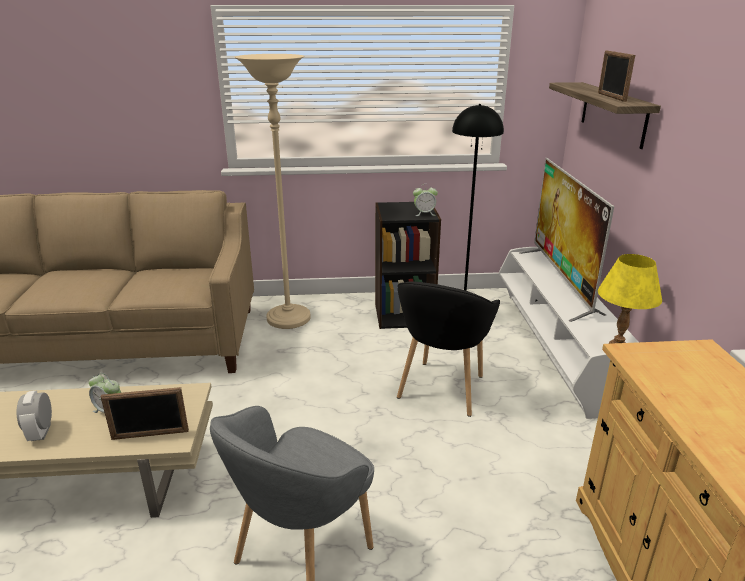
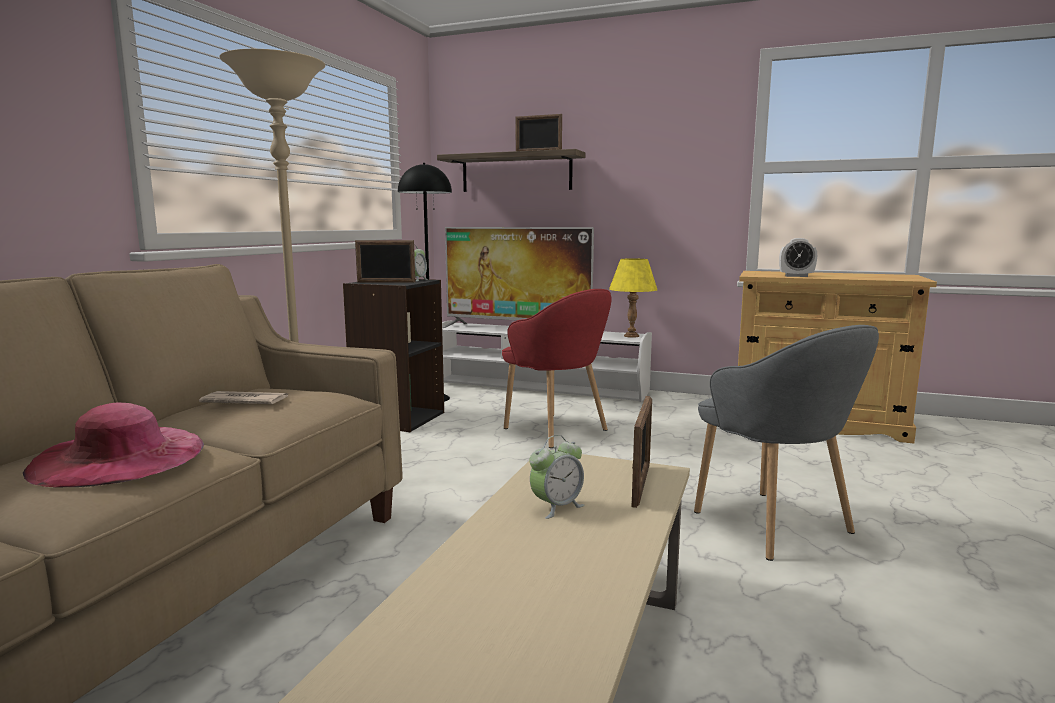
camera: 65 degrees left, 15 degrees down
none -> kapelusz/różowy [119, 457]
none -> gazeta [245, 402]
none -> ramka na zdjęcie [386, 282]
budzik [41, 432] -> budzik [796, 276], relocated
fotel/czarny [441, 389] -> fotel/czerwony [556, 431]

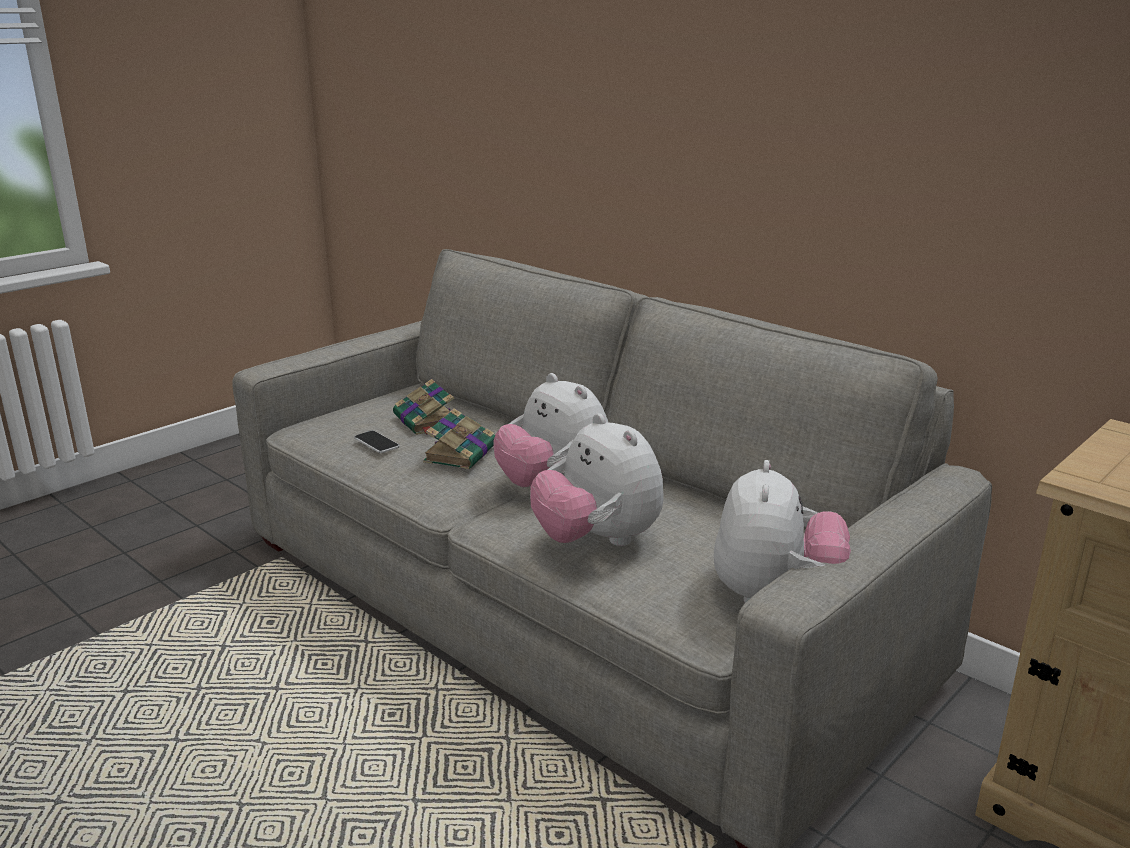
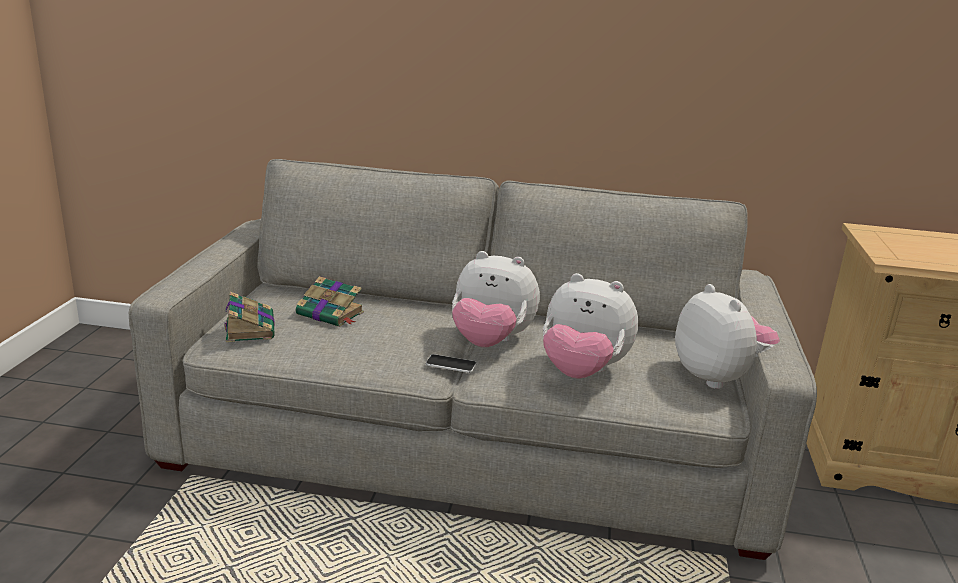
camera: 35 degrees left, 0 degrees up
telefon [376, 443] -> telefon [451, 365], relocated
książka [461, 453] -> książka [250, 328], relocated

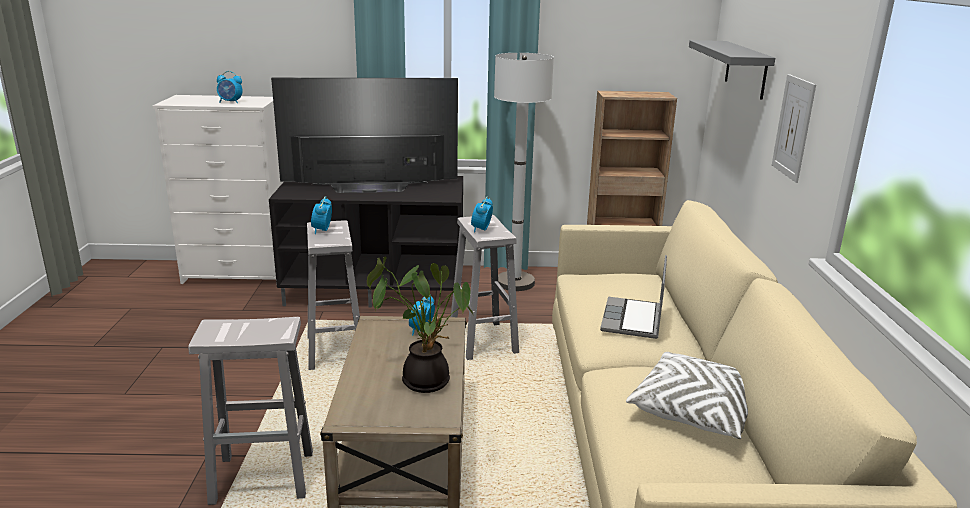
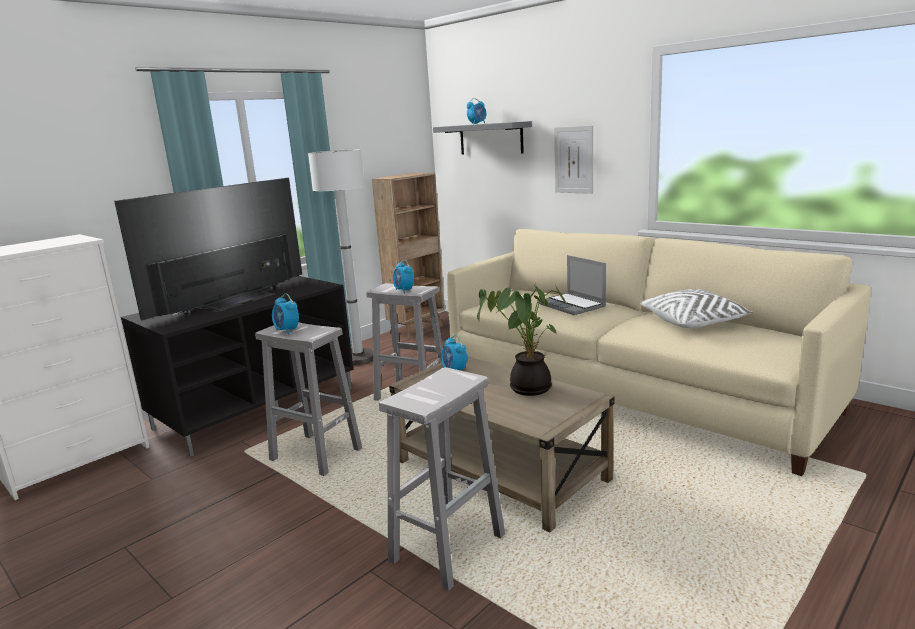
camera: 45 degrees left, 5 degrees down
budzik [230, 102] -> budzik [477, 124], relocated

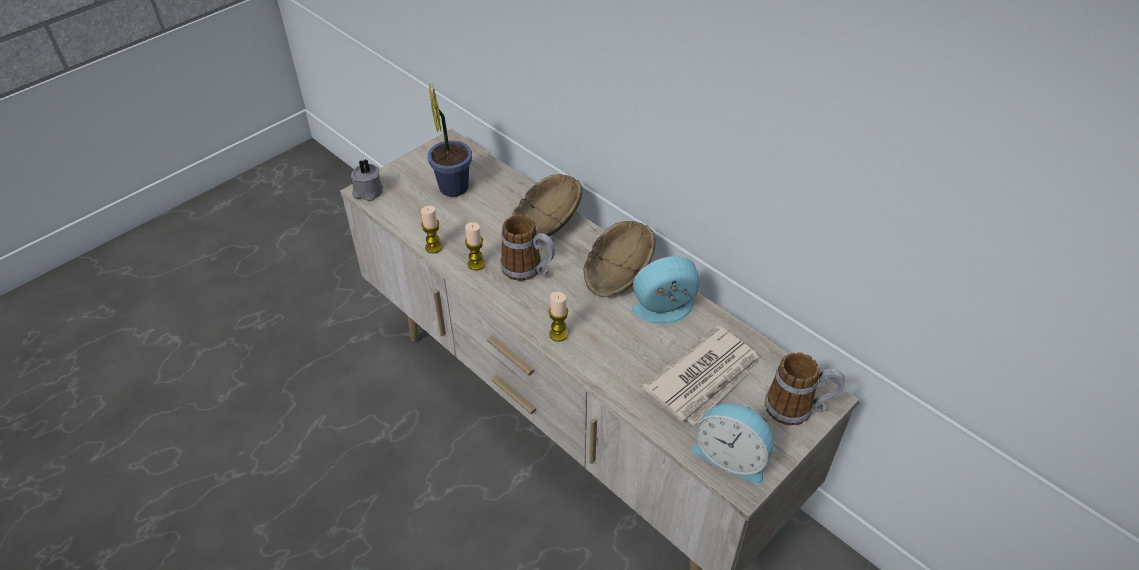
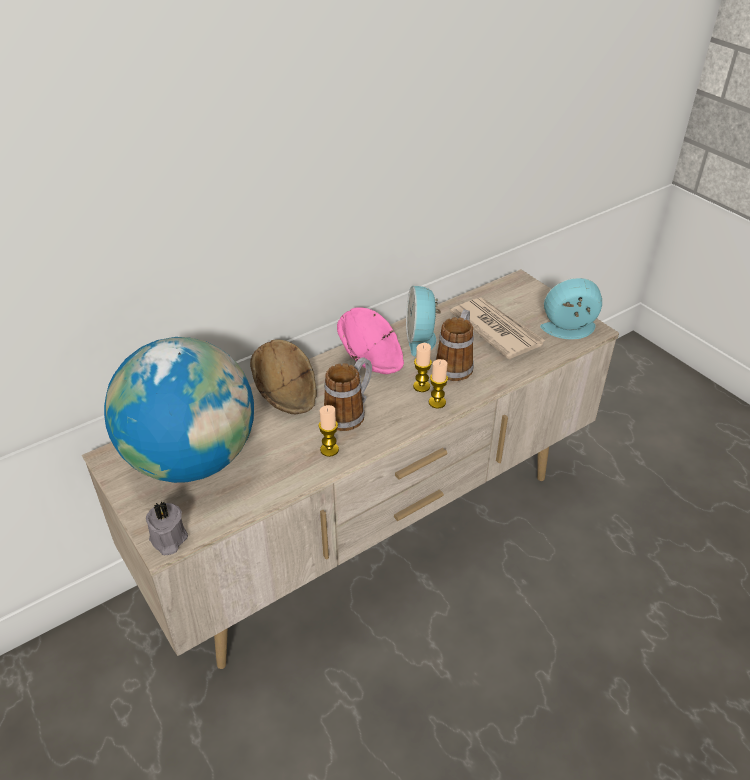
camera: 80 degrees left, 5 degrees down
świeca [433, 247] -> świeca [421, 386], relocated
kubek [798, 409] -> kubek [456, 364], relocated
roślina doniczkowa [453, 185] -> globus [192, 459]
miska/brązowy [615, 275] -> miska/różowy [371, 359]
budzik [731, 456] -> budzik [569, 330], 135 degrees counterclockwise

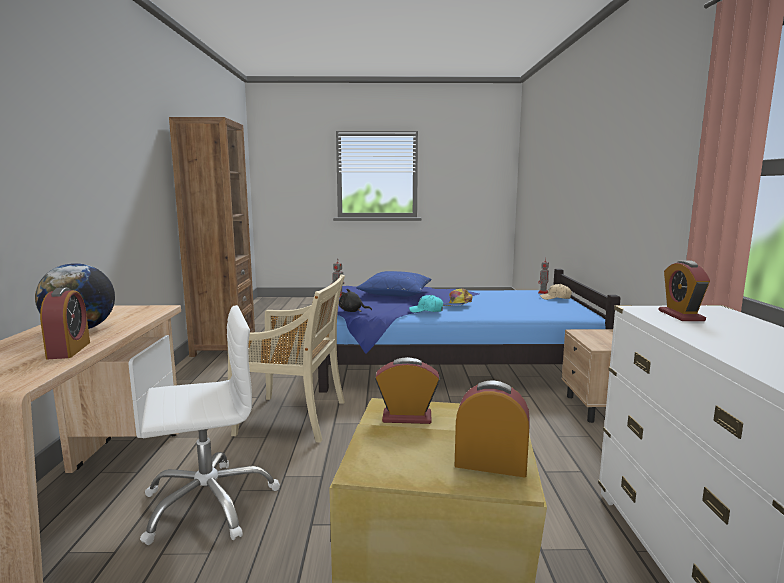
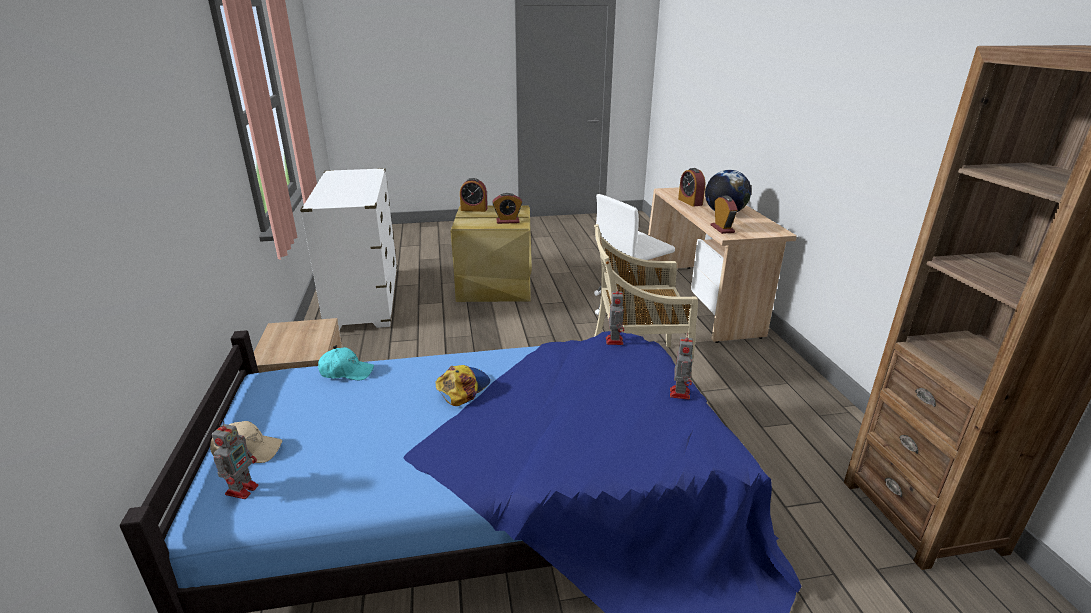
camera: 170 degrees right, 15 degrees up
poduszka/niebieski [395, 293] -> none
czapka z daszkiem/turkusowy [426, 311] -> czapka z daszkiem/turkusowy [346, 372], relocated
budzik [681, 315] -> budzik [722, 229], relocated
pluszak/czarny [352, 311] -> robot zabawkowy [614, 340]

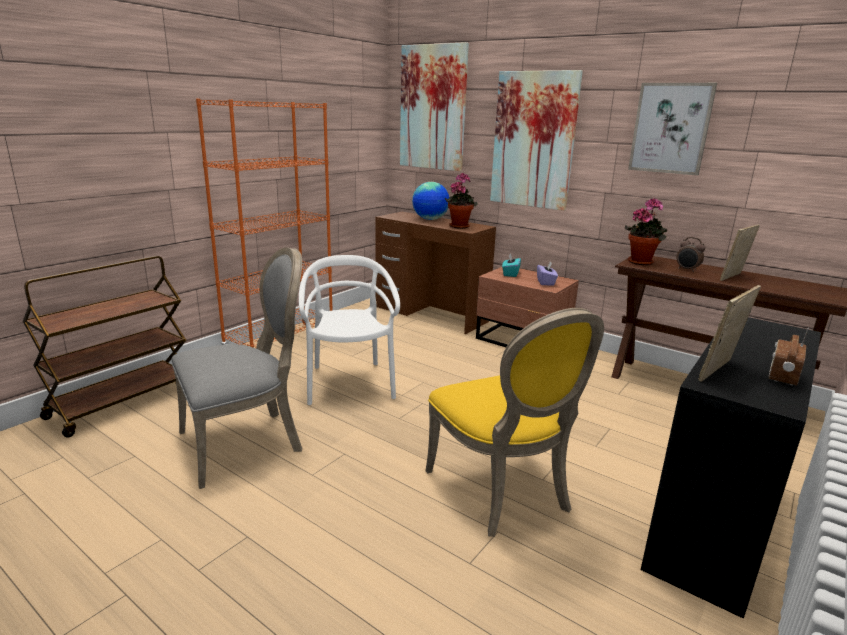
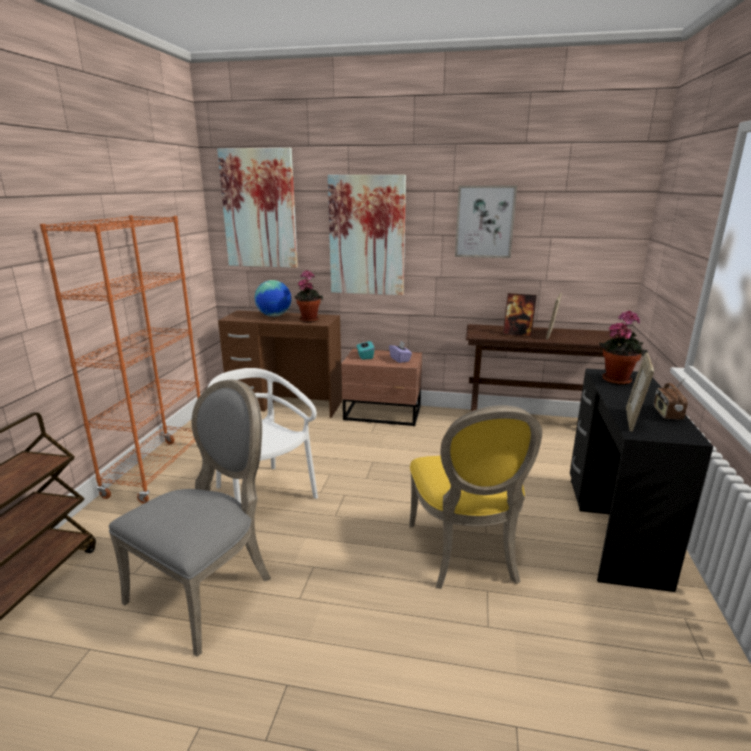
camera: 25 degrees left, 0 degrees up
roślina doniczkowa [641, 262] -> roślina doniczkowa [617, 379], relocated
budzik [687, 270] -> ramka na zdjęcie [517, 334]
krzesło/żółty [503, 491] -> krzesło/żółty [466, 554], 45 degrees clockwise

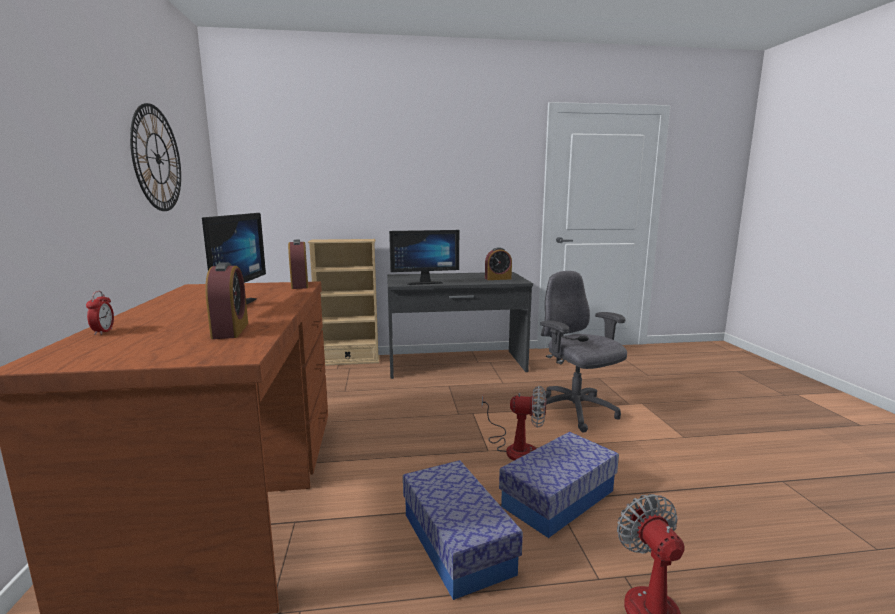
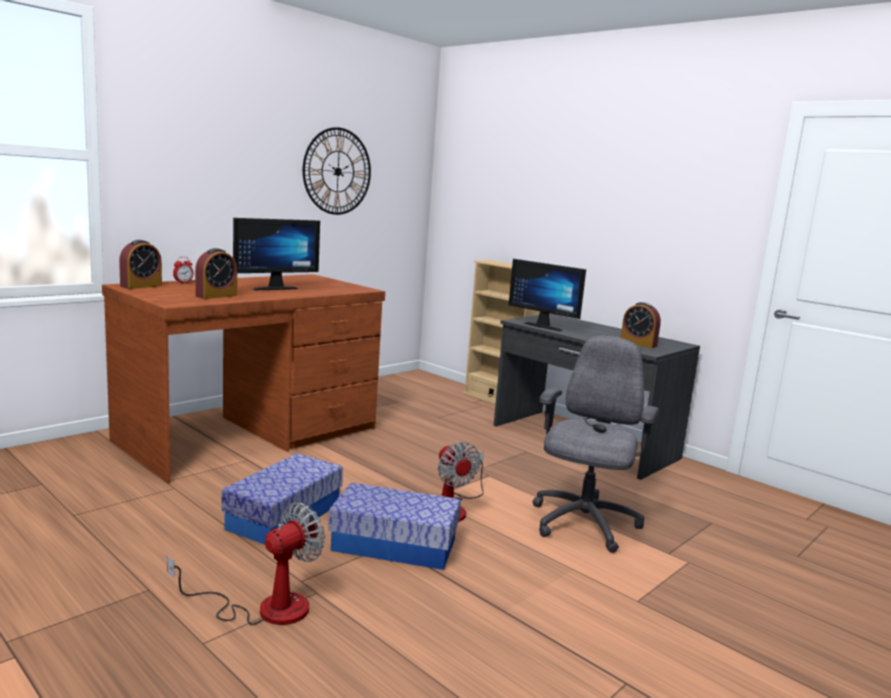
camera: 50 degrees right, 0 degrees up
budzik [299, 285] -> budzik [141, 286], relocated

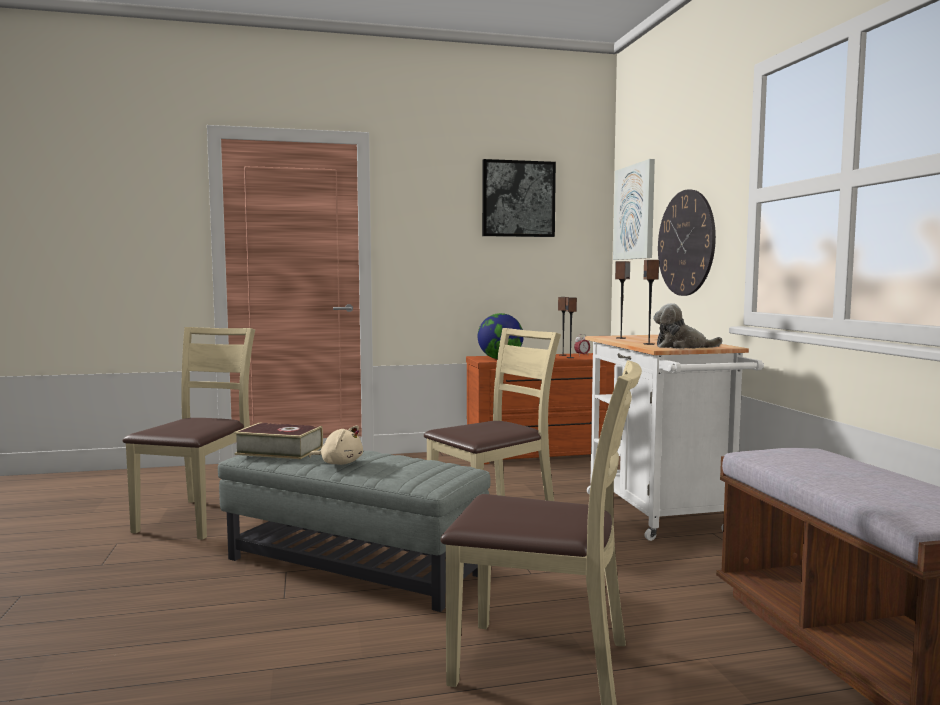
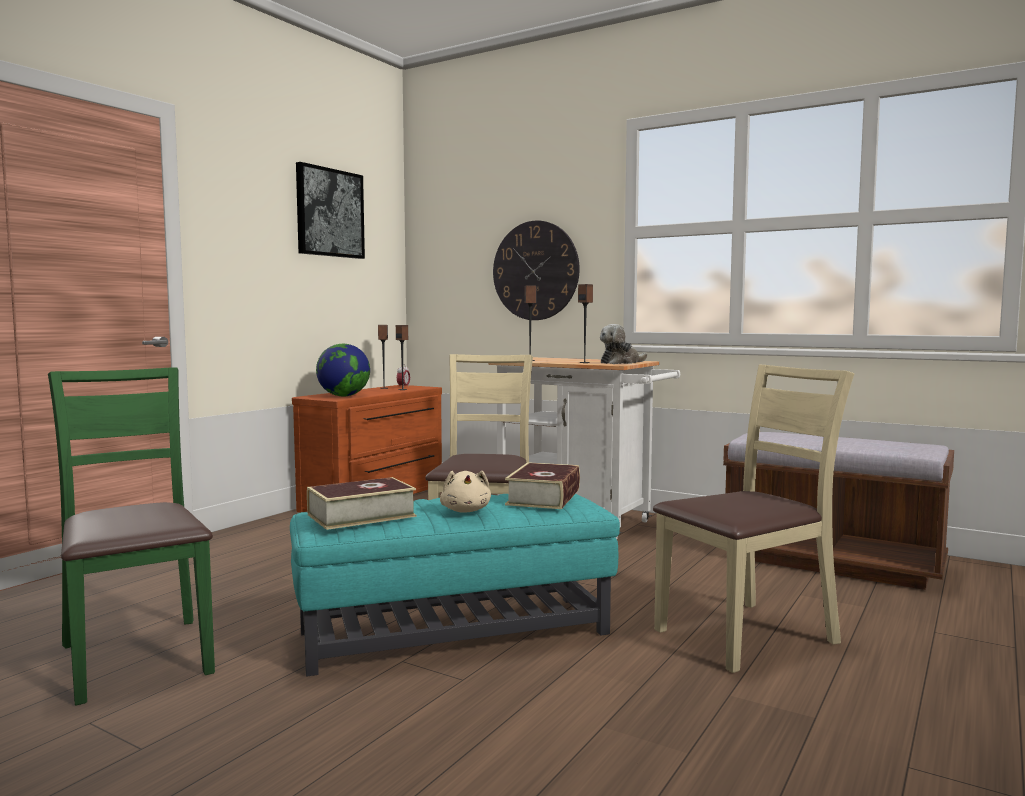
camera: 45 degrees left, 0 degrees up
obraz [635, 212] -> none
none -> książka [544, 497]
krzesło/beżowy [199, 518] -> krzesło/zielony [138, 657]
pufa/szary [353, 566] -> pufa/turkusowy [455, 633]
pluszak/beżowy [339, 463] -> pluszak/beżowy [466, 511], 105 degrees clockwise

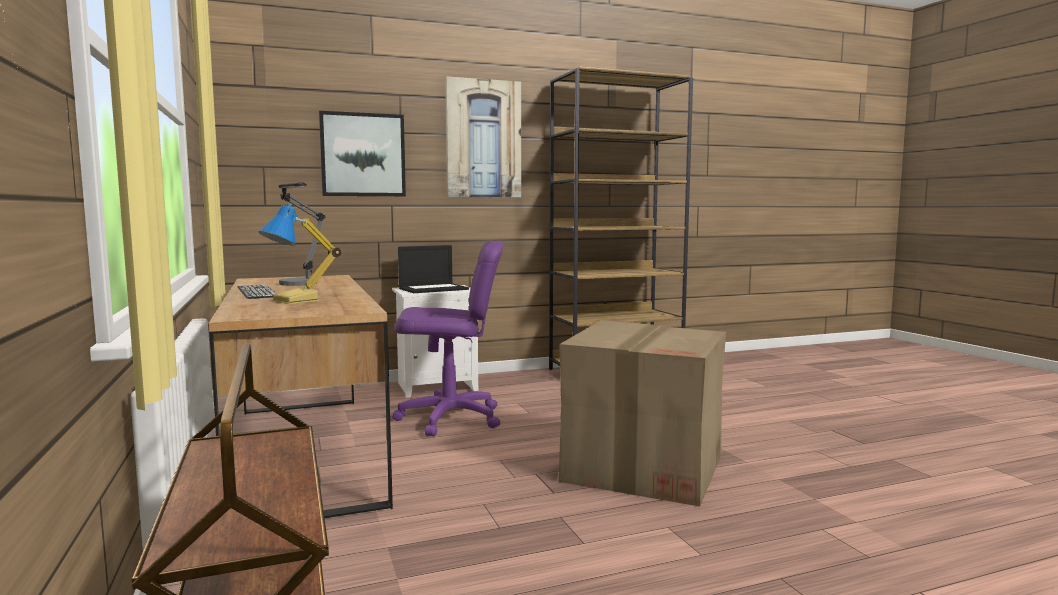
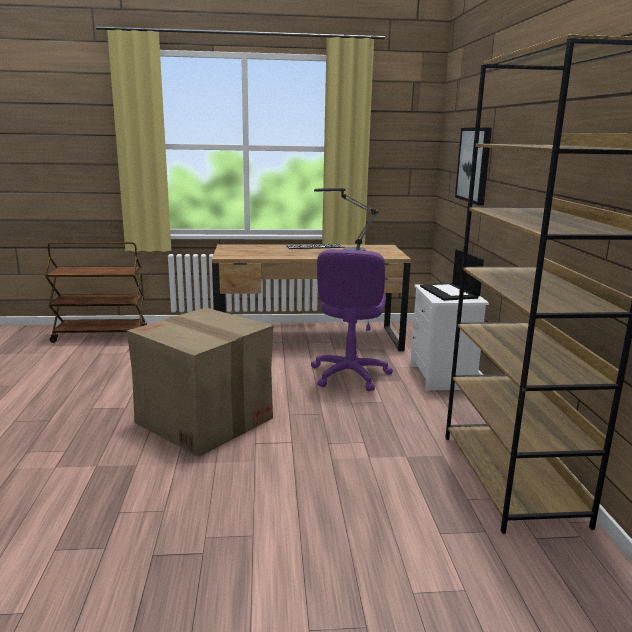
camera: 105 degrees right, 10 degrees up
lampa stołowa [297, 300] -> none
obraz [483, 139] -> none

